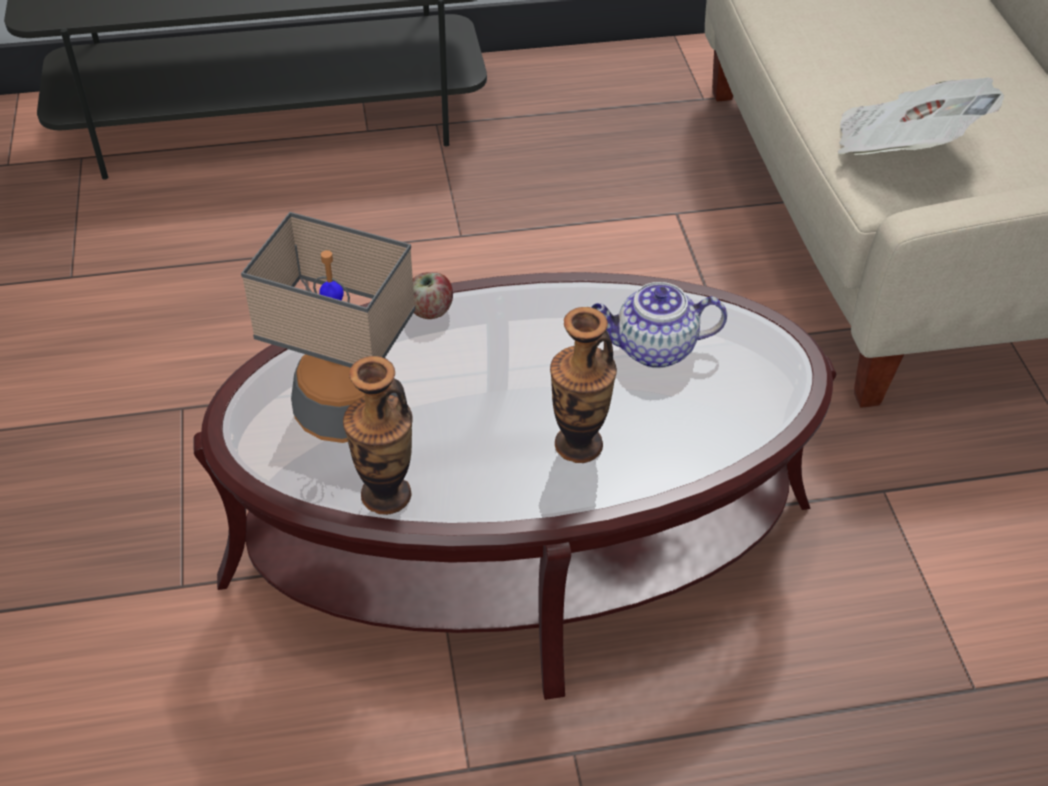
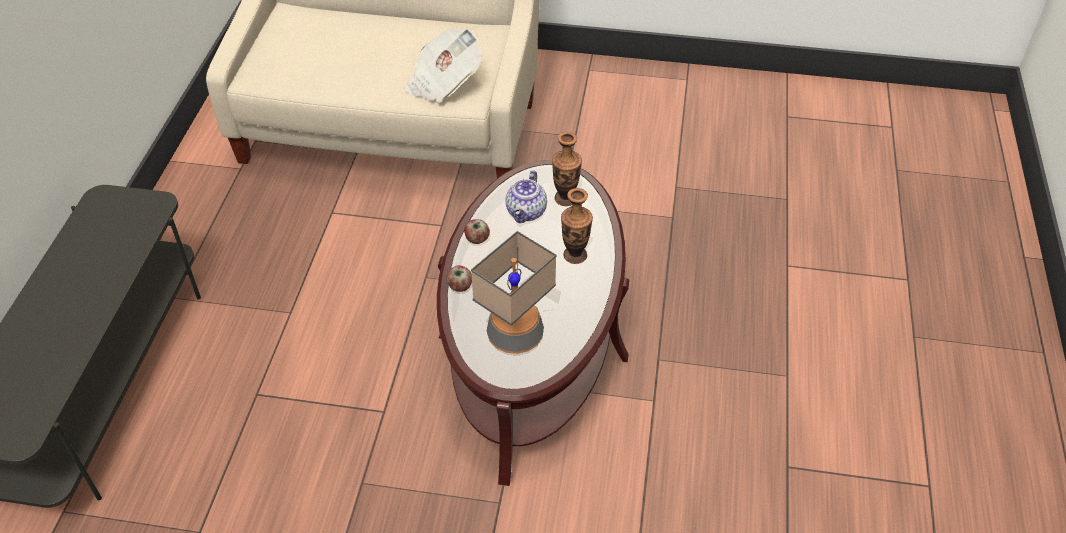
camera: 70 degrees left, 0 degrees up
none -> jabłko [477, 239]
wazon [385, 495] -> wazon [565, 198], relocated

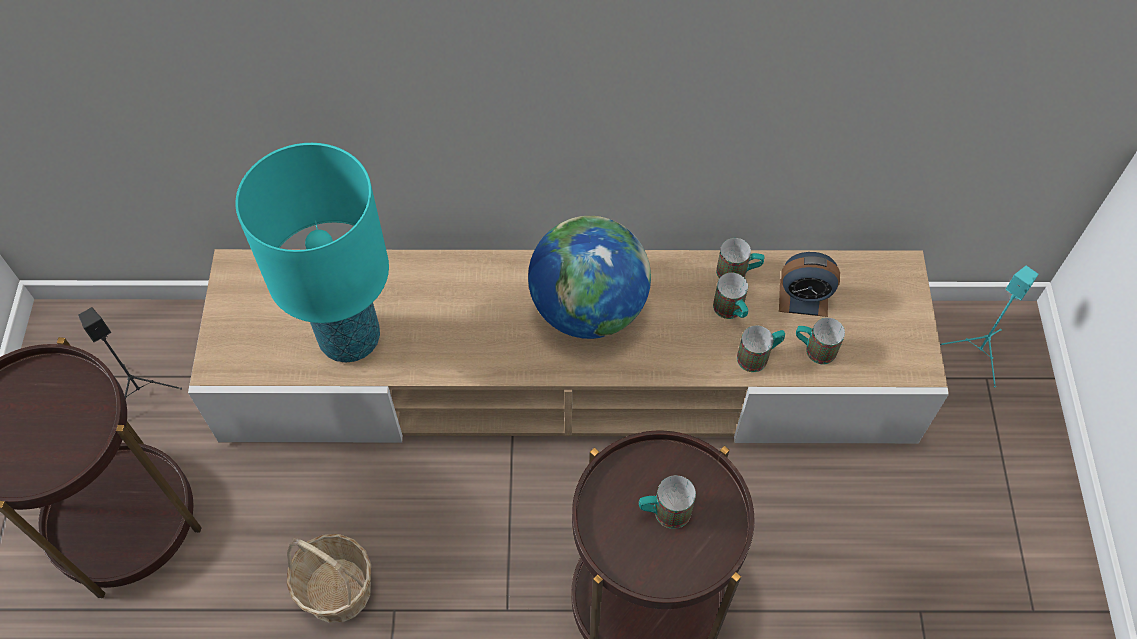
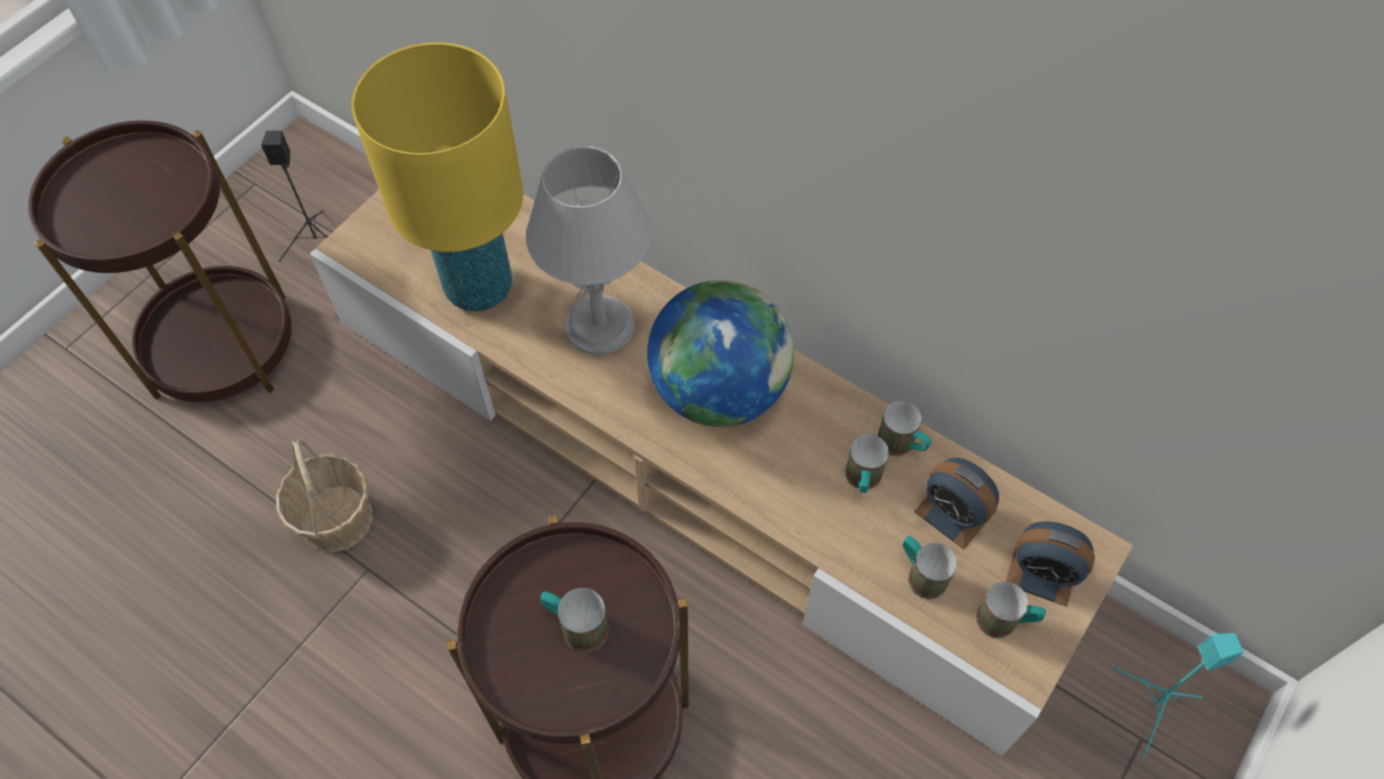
camera: 35 degrees right, 0 degrees up
none -> lampa stołowa/szary [600, 325]
none -> budzik [1041, 573]
kubek [758, 356] -> kubek [1005, 621], relocated
lampa stołowa/turkusowy [350, 339] -> lampa stołowa/żółty [479, 287]

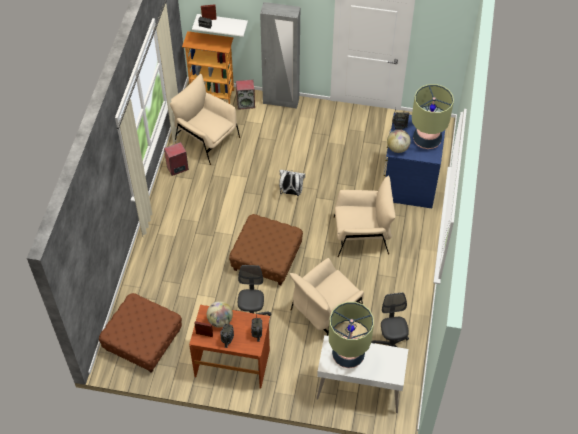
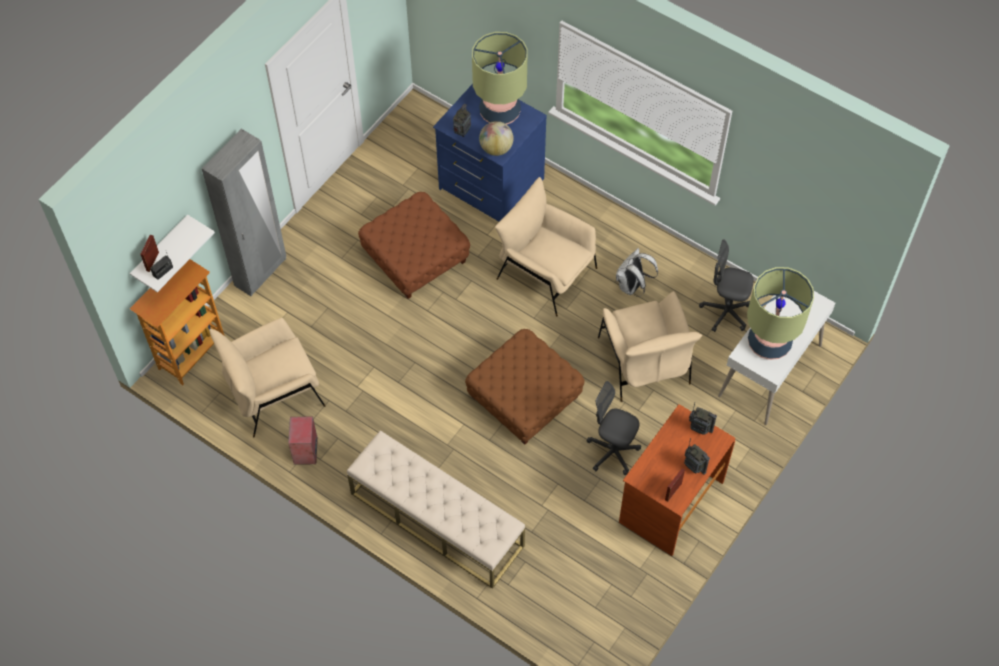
camera: 65 degrees left, 5 degrees up
globus [220, 320] -> none
głośnik [246, 103] -> none
none -> ławka/beżowy [436, 519]
pufa/brązowy [143, 340] -> pufa/brązowy [415, 256], relocated
plecak/biały [291, 192] -> plecak/biały [632, 286], relocated
fotel/beżowy [361, 235] -> fotel/beżowy [545, 273], 75 degrees counterclockwise

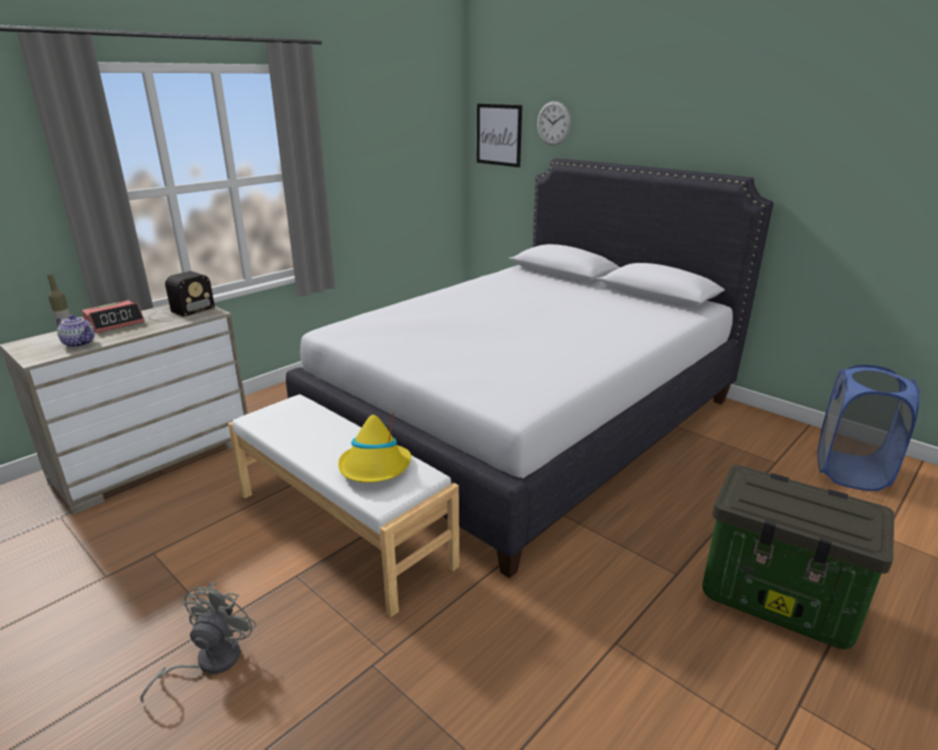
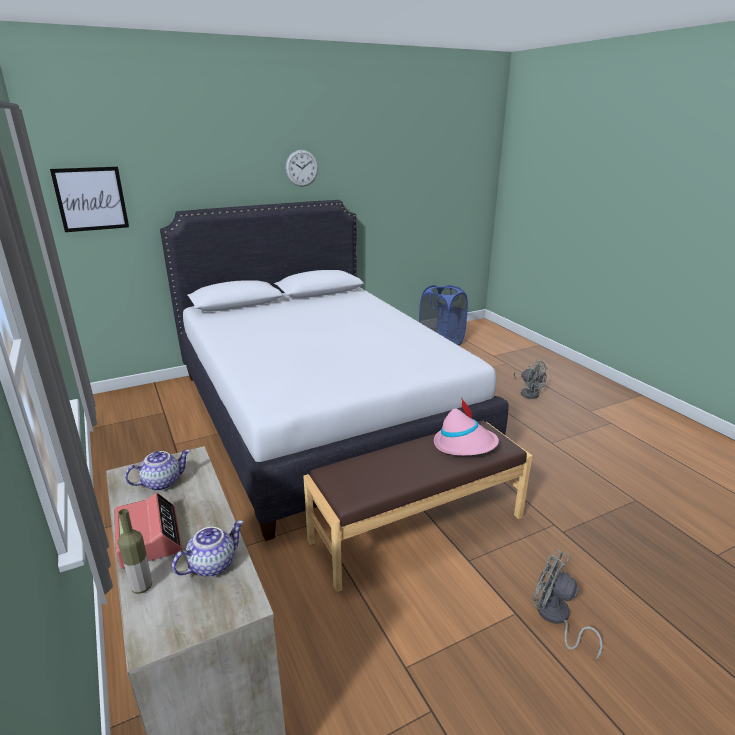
camera: 70 degrees left, 0 degrees up
zegar ścienny [553, 123] -> zegar ścienny [302, 168], relocated
radio [179, 312] -> imbryk [162, 482]
pojemnik do przechowywania [779, 599] -> wentylator/szary [528, 392]
ławka/biały [343, 528] -> ławka/brązowy [417, 528]
kapelusz/żółty [375, 468] -> kapelusz/różowy [465, 444]

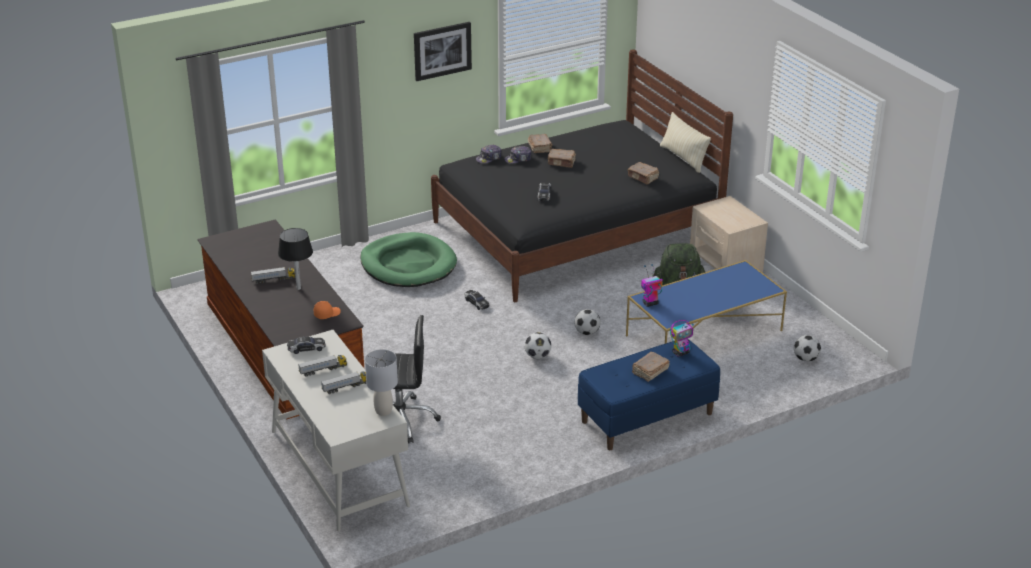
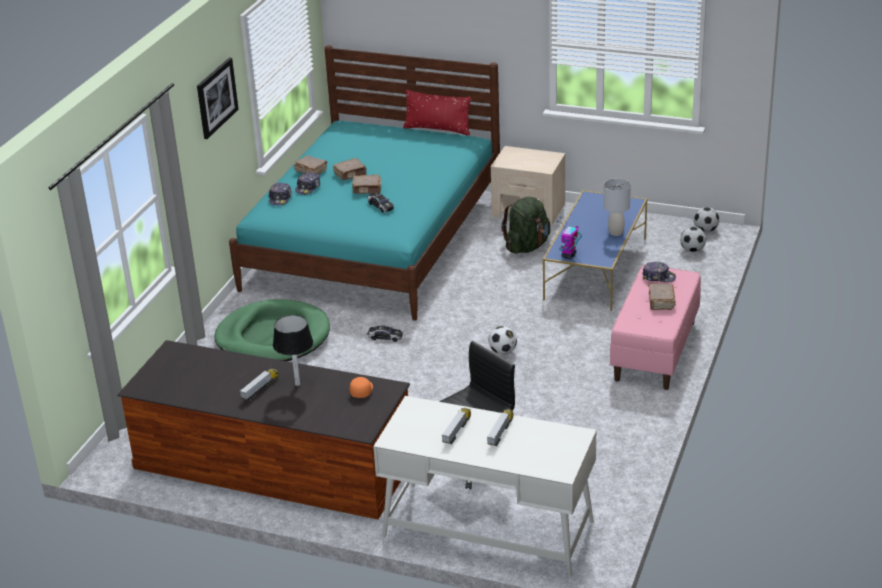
camera: 40 degrees left, 0 degrees up
samochodzik [306, 348] -> none
lampa stołowa/szary [383, 411] -> lampa stołowa/szary [616, 233], relocated
piłka futbolowa [587, 333] -> piłka futbolowa [705, 230], relocated
książka/brązowy [643, 178] -> książka/brązowy [367, 190], relocated
robot zabawkowy [681, 352] -> czapka z daszkiem [658, 277]
łóżko/czarny [575, 231] -> łóżko/turkusowy [374, 241]
ławka/niebieski [647, 418] -> ławka/różowy [655, 351]
poduszka/beżowy [683, 158] -> poduszka/czerwony [438, 129]

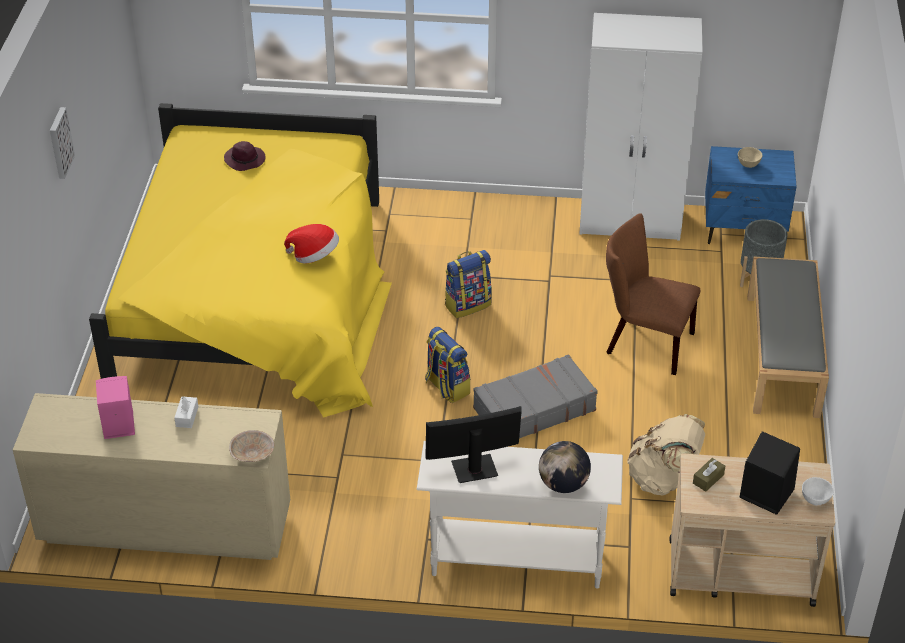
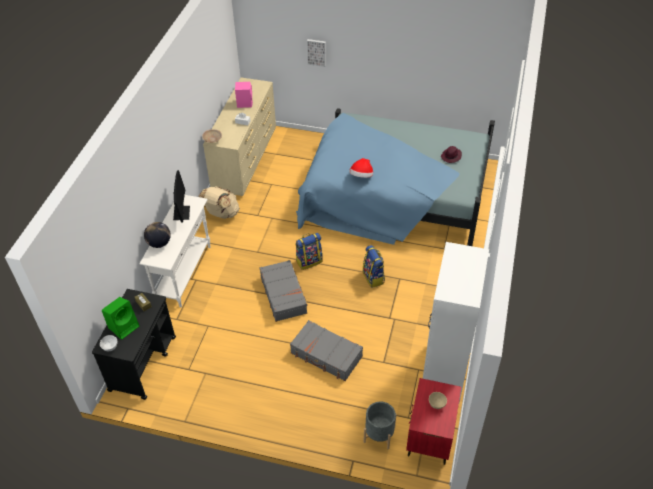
camera: 100 degrees right, 5 degrees up
ławka/szary [783, 355] -> none
obraz [59, 142] -> obraz [316, 52], relocated
plecak/beżowy [663, 478] -> plecak/beżowy [222, 214], relocated
krzesło/brązowy [644, 342] -> walizka/szary [326, 355]
łóżko/żółty [258, 295] -> łóżko/niebieski [394, 194]
wózek/beżowy [739, 572] -> wózek/czarny [143, 363]
szafka nocna/niebieski [744, 230] -> szafka nocna/czerwony [430, 437]
głośnik/czarny [765, 493] -> głośnik/zielony [124, 326]

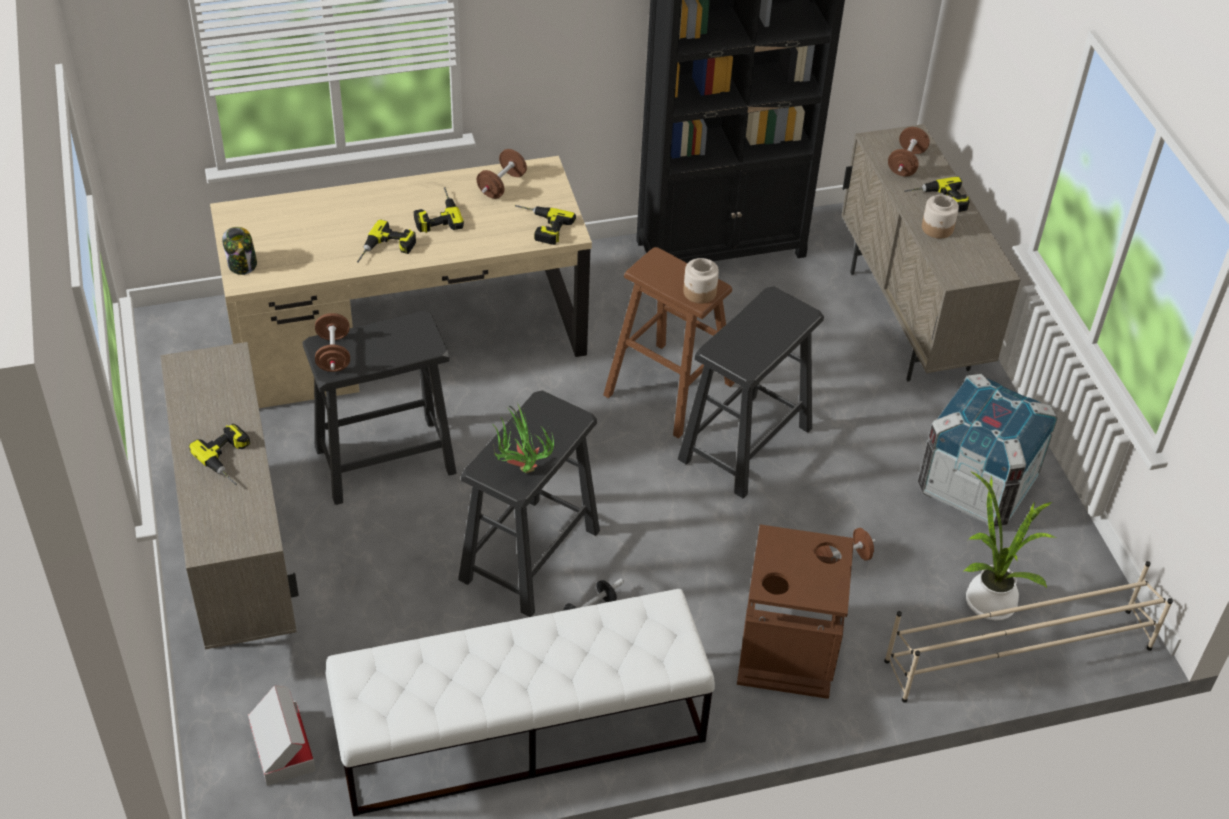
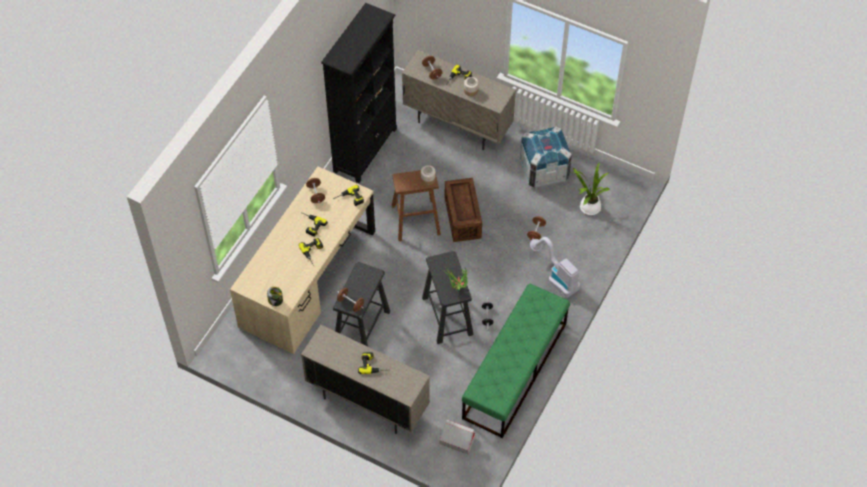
camera: 45 degrees left, 10 degrees up
regał na buty/beżowy [1017, 654] -> none
stołek/czarny [746, 443] -> skrzynka [462, 218]
kosz na śmieci/brązowy [785, 654] -> odkurzacz [555, 277]
ławka/biały [519, 732] -> ławka/zielony [514, 371]

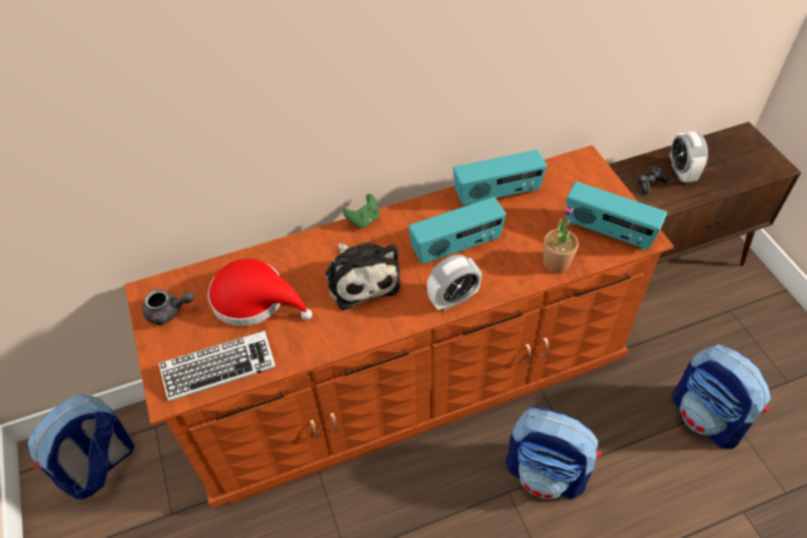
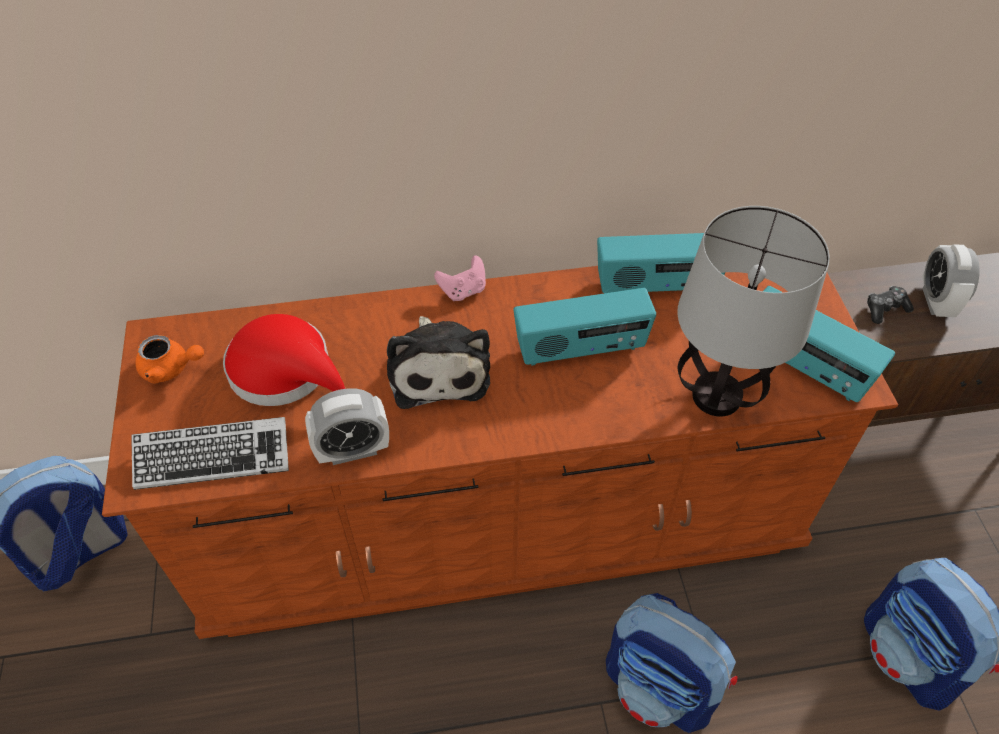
camera: 10 degrees right, 0 degrees up
budzik [453, 299] -> budzik [353, 450], relocated
roślina doniczkowa [556, 262] -> lampa stołowa [718, 397]
imbryk/szary [168, 312] -> imbryk/pomarańczowy [171, 368]
pad do gier/zielony [364, 220] -> pad do gier/różowy [463, 291]

